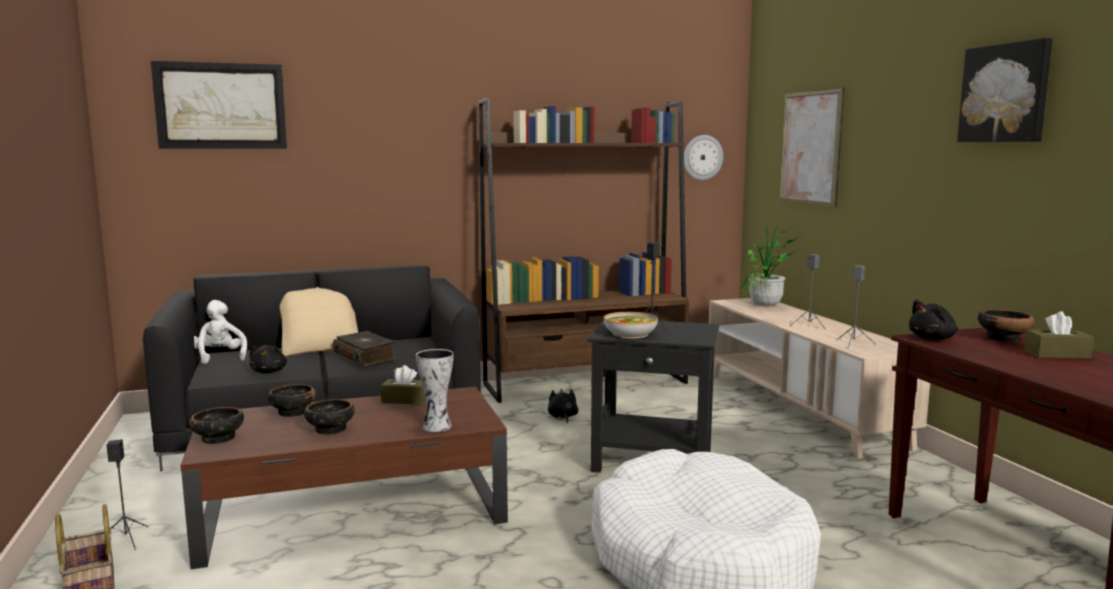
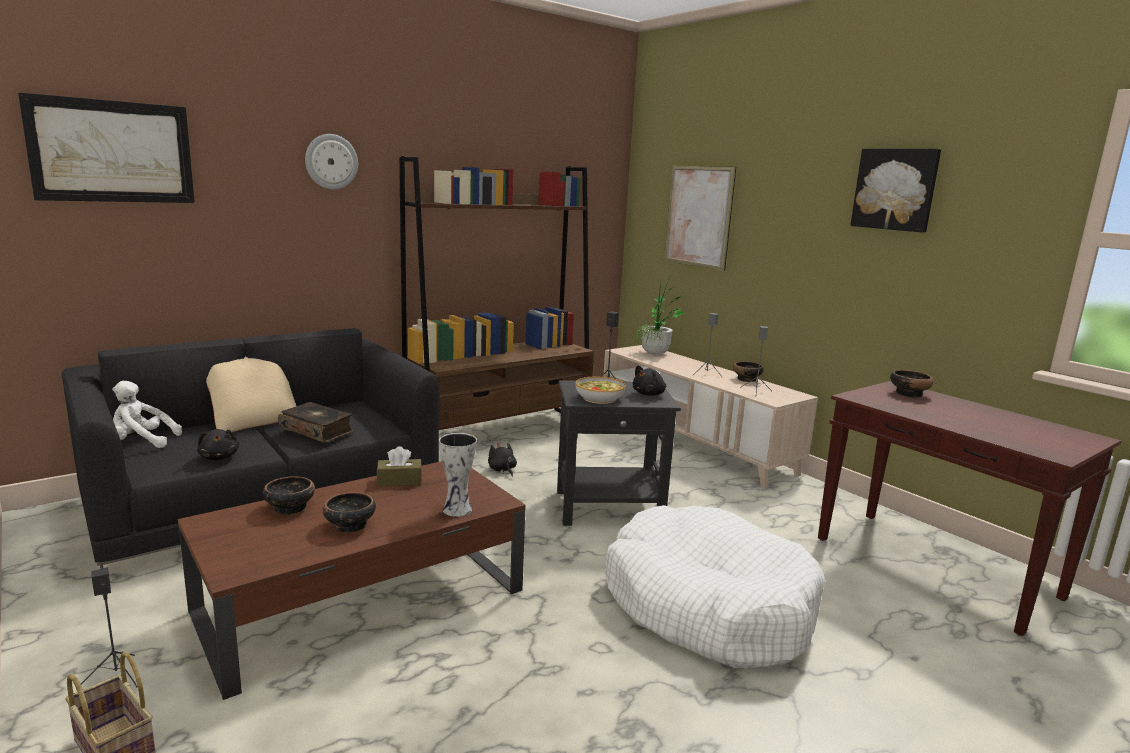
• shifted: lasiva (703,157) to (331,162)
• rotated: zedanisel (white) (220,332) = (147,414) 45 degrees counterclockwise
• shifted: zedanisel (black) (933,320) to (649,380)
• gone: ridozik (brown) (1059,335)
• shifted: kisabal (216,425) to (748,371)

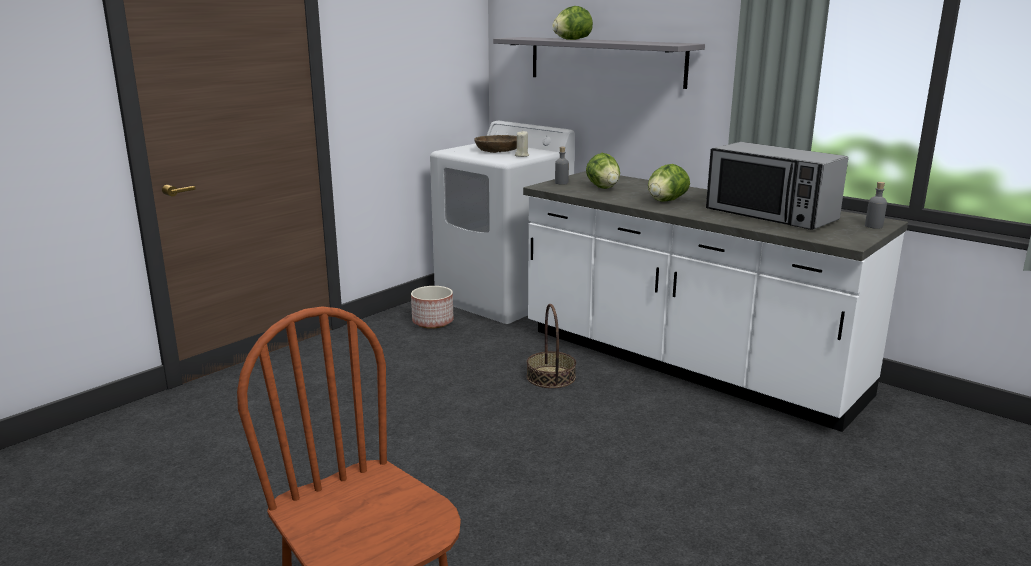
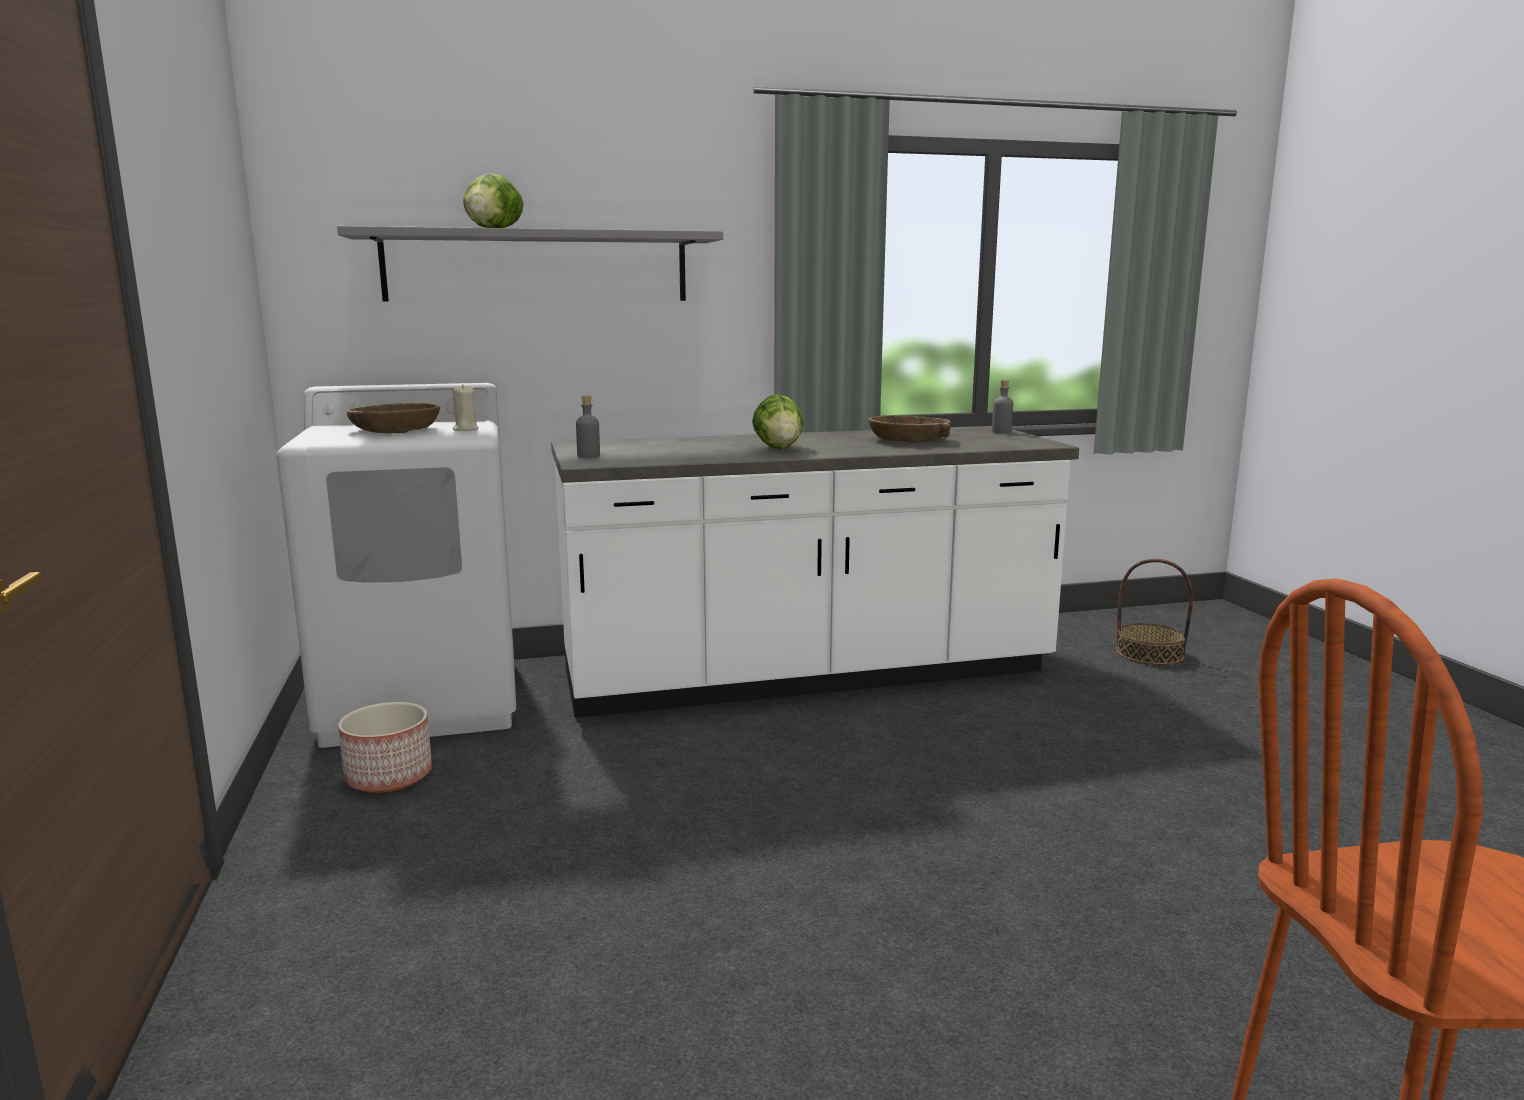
• swapped: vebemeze (777,186) to kisabal (brown) (909,428)
• gone: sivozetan (603,171)
• shifted: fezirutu (551,346) to (1154,612)

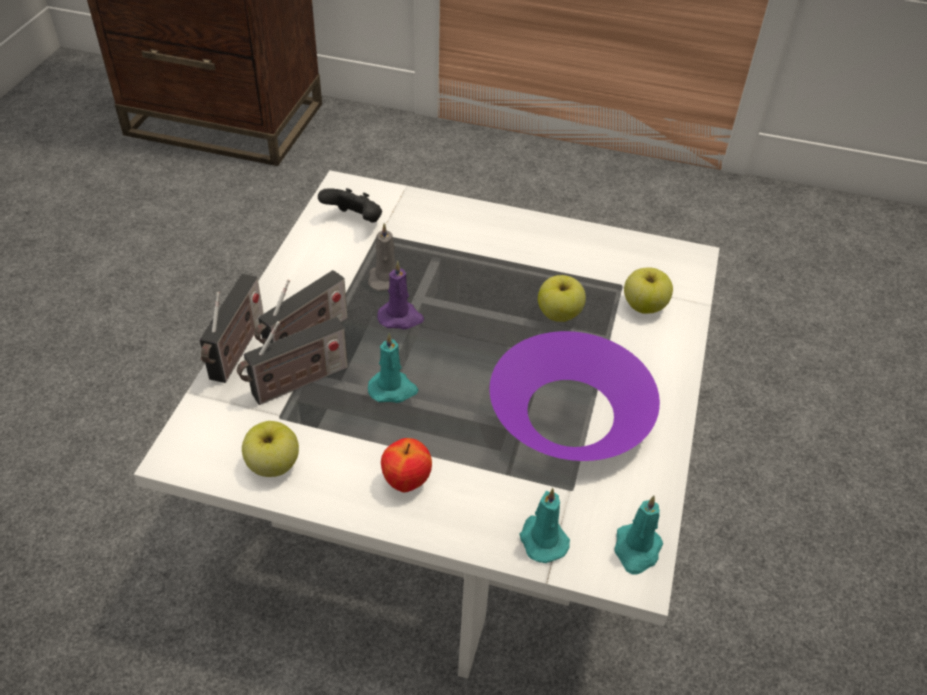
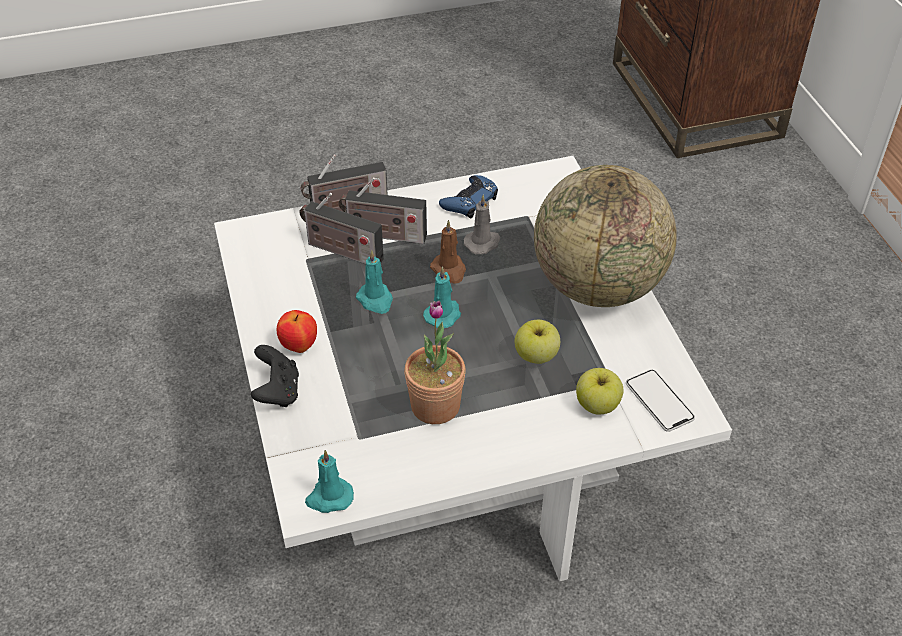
• shifted: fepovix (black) (350,205) to (275,376)
• repainted: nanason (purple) (400,295) to nanason (brown) (448,252)
• swapped: kisabal (purple) (575,396) to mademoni (435,362)
• gone: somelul (270,449)
• shifted: nanason (turquoise) (545,525) to (442,297)
• new: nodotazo (605,236)
• new: fepovix (blue) (468,197)
• new: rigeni (660,401)

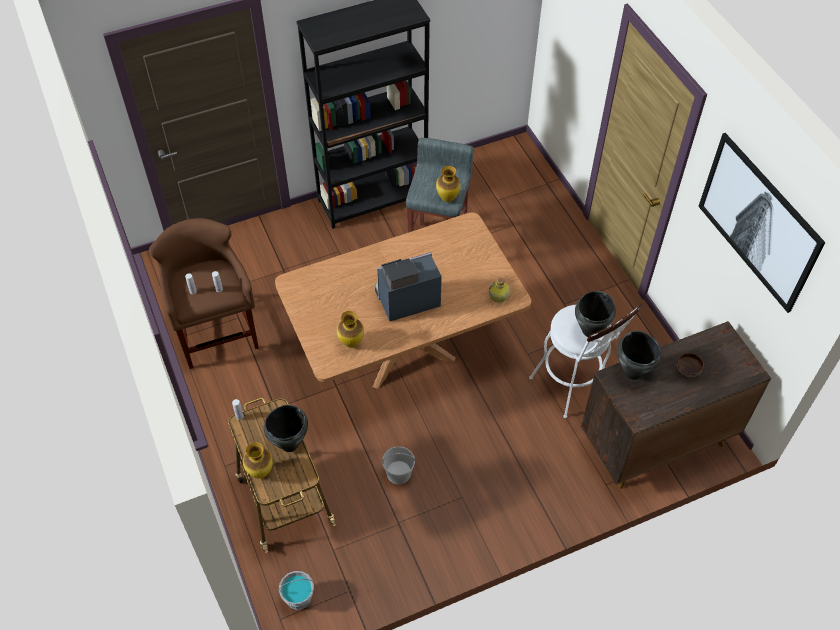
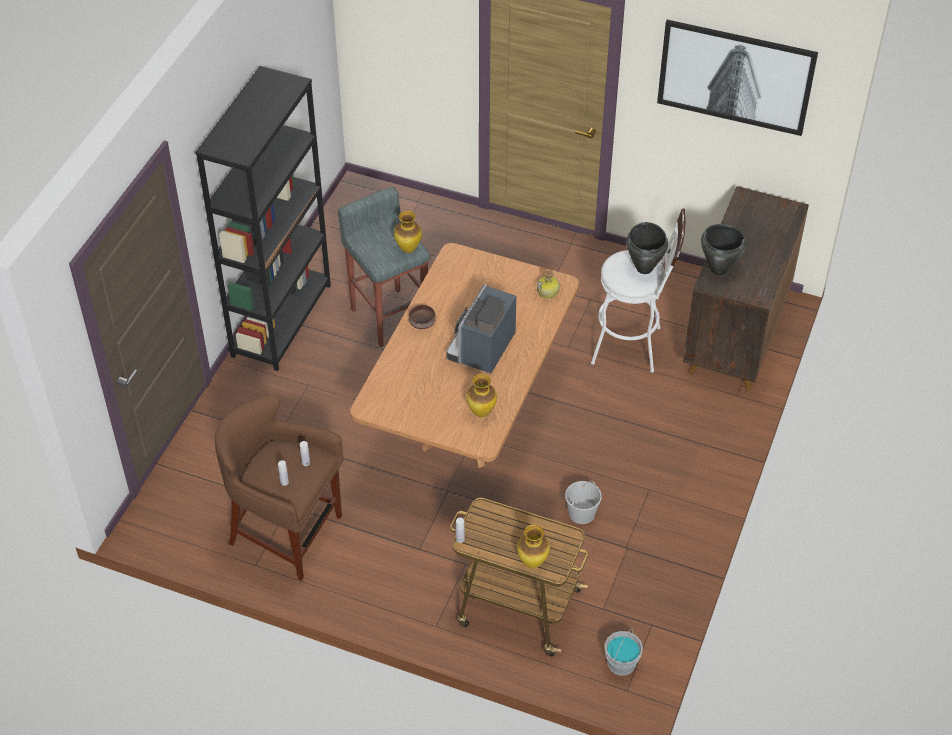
• shifted: kisabal (brown) (690,365) to (422,317)
• gone: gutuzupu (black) (286,428)

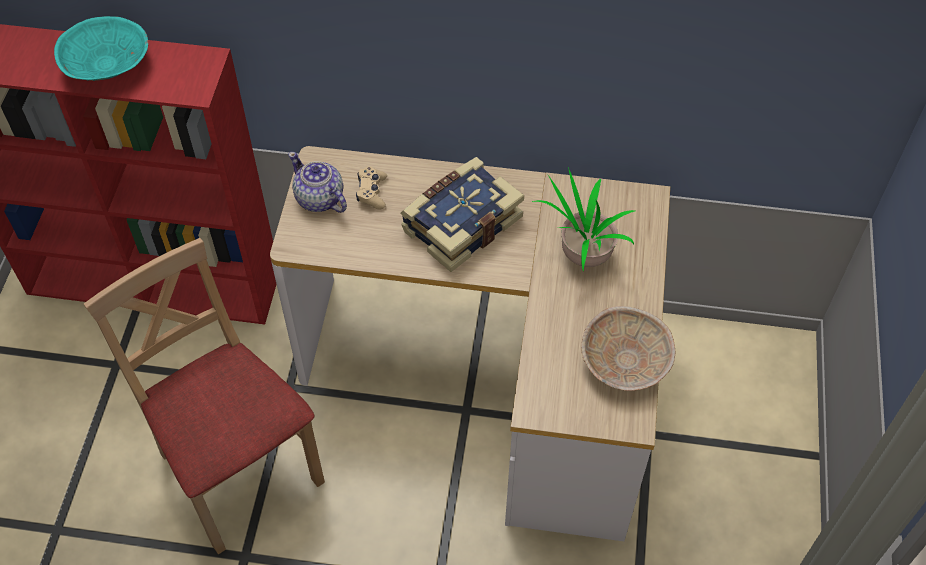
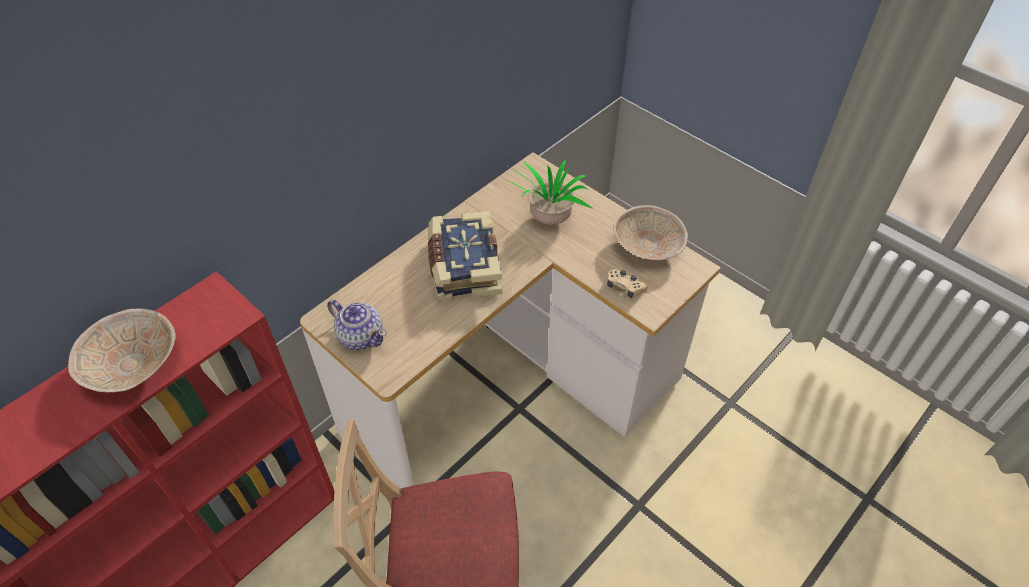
• repainted: kisabal (turquoise) (101,48) to kisabal (beige) (122,350)
• rotated: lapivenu (317,182) = (357,325) 135 degrees counterclockwise
• shifted: fepovix (beige) (371,188) to (627,283)

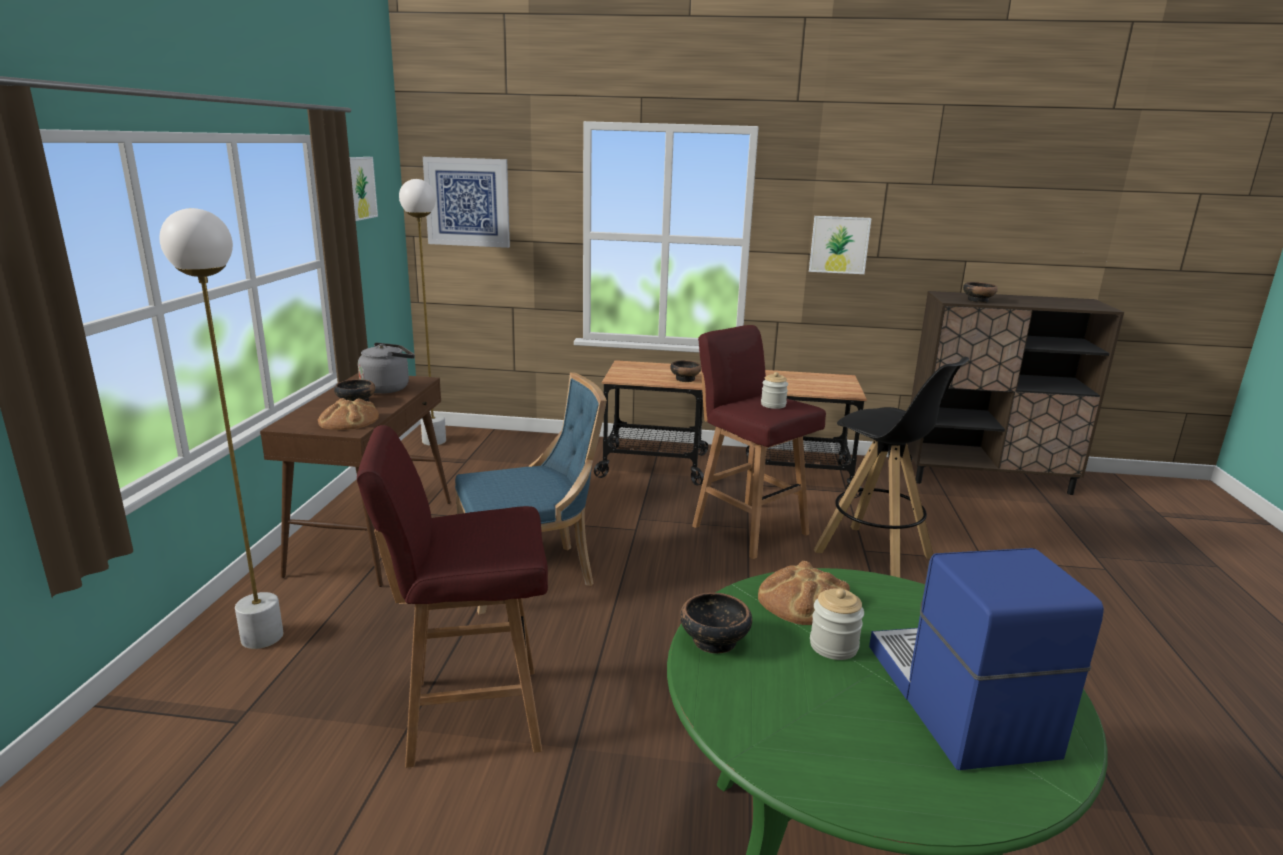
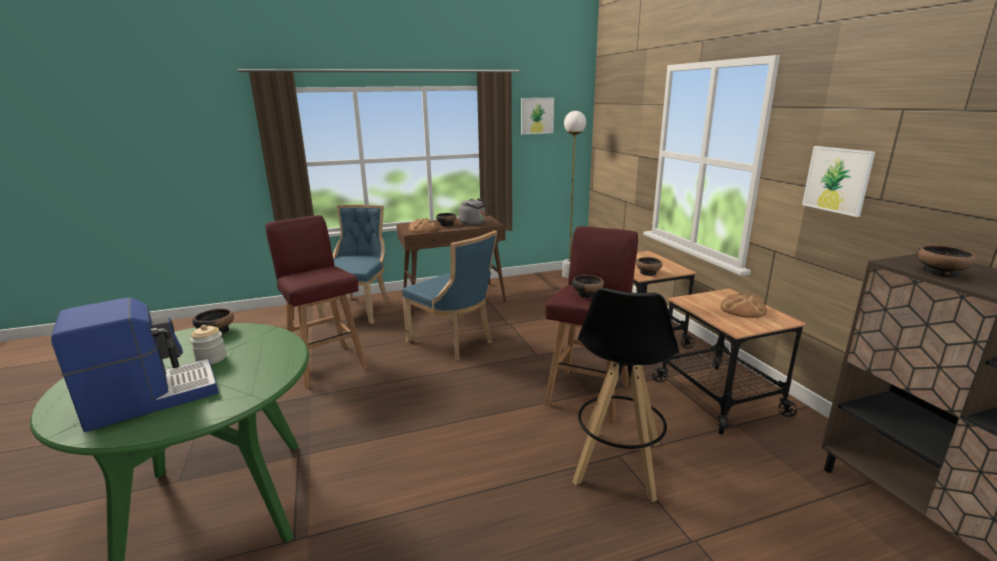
• gone: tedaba (466,202)
• swapped: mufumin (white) (221,428) to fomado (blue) (352,264)
• swapped: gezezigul (774,390) to kisabal (588,286)
• shifted: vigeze (804,593) to (743,305)

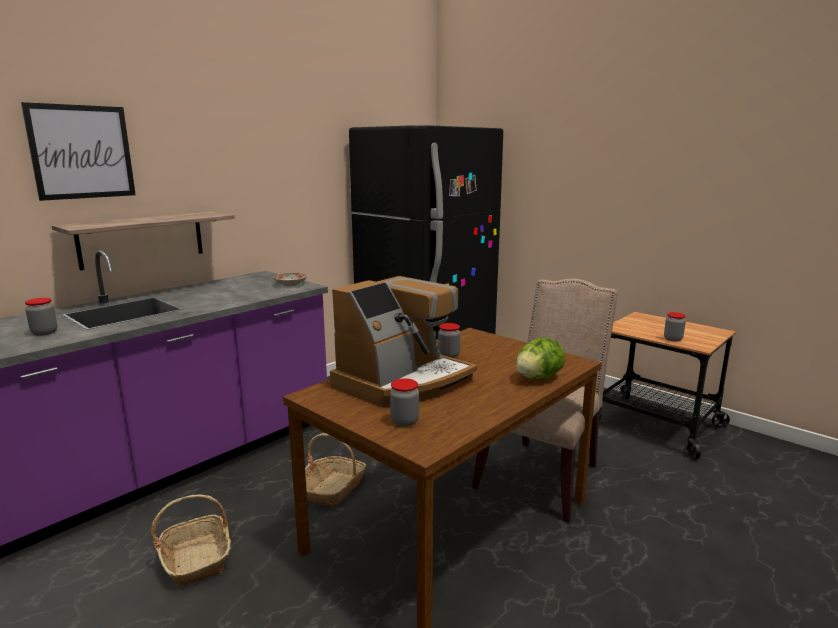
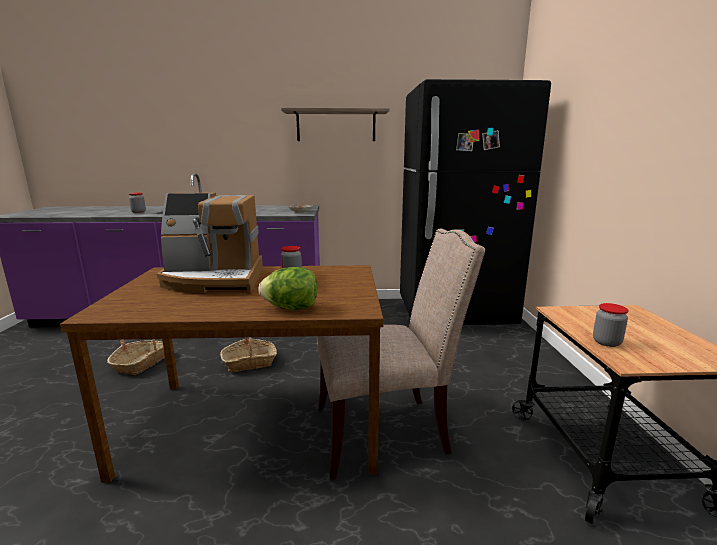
• gone: tedaba (78,151)
• shifted: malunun (143,241) to (335,124)
• gone: gezezigul (404,402)

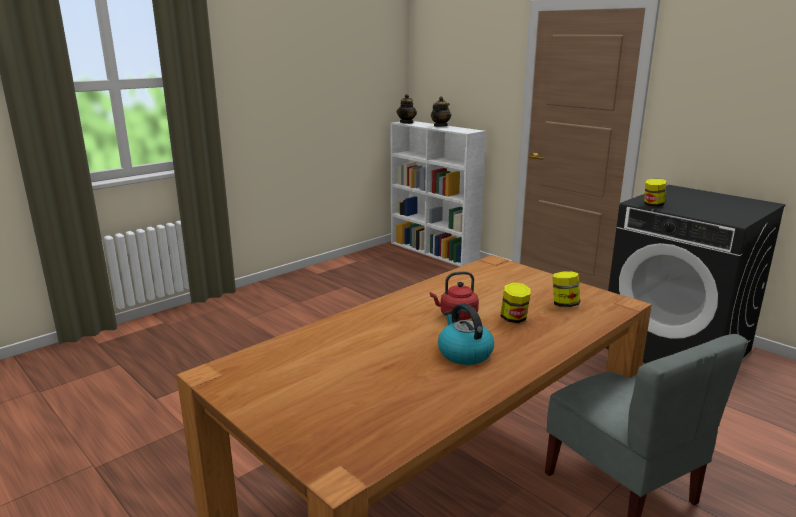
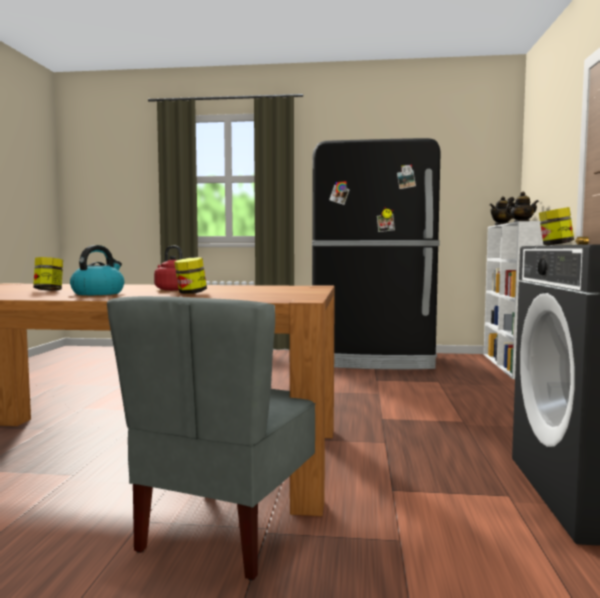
• shifted: gezezigul (566,289) to (48,274)
• new: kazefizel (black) (376,253)

